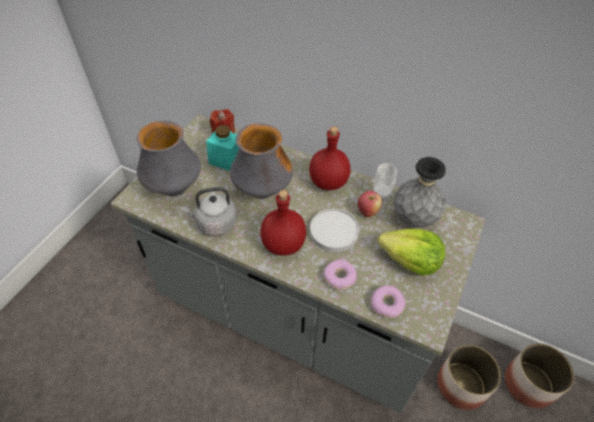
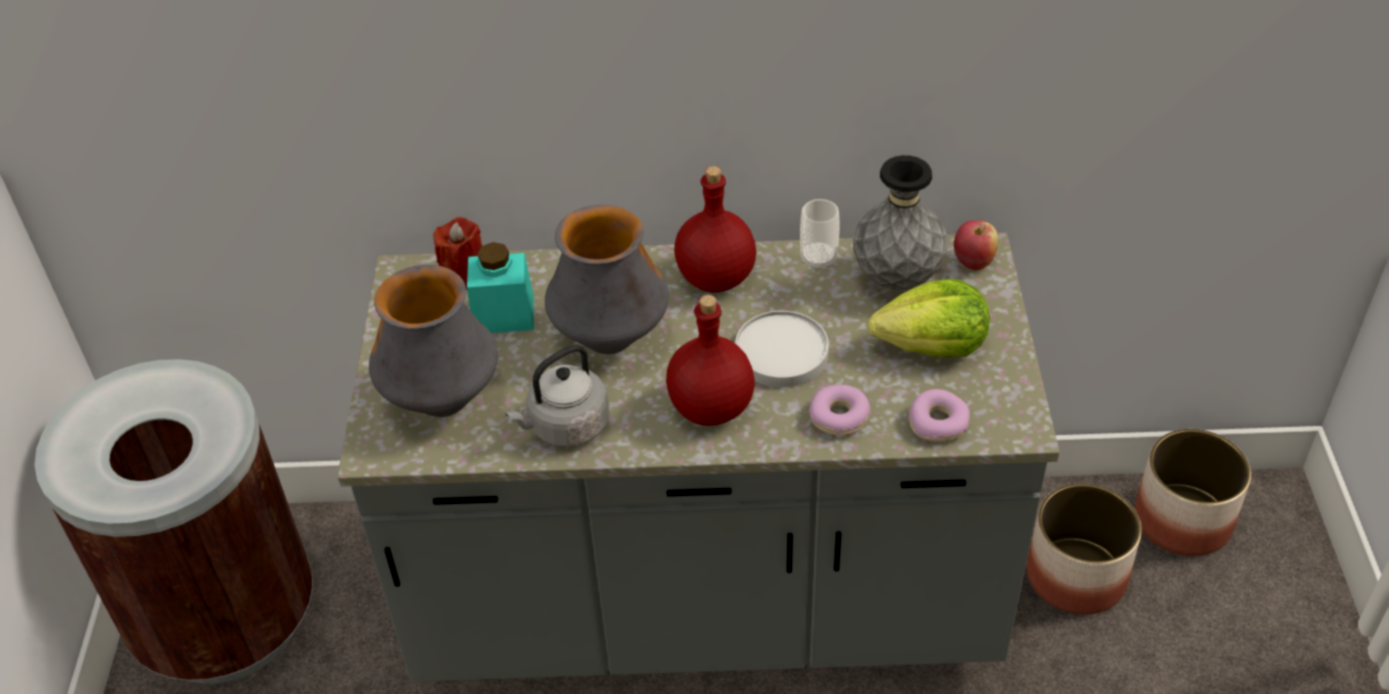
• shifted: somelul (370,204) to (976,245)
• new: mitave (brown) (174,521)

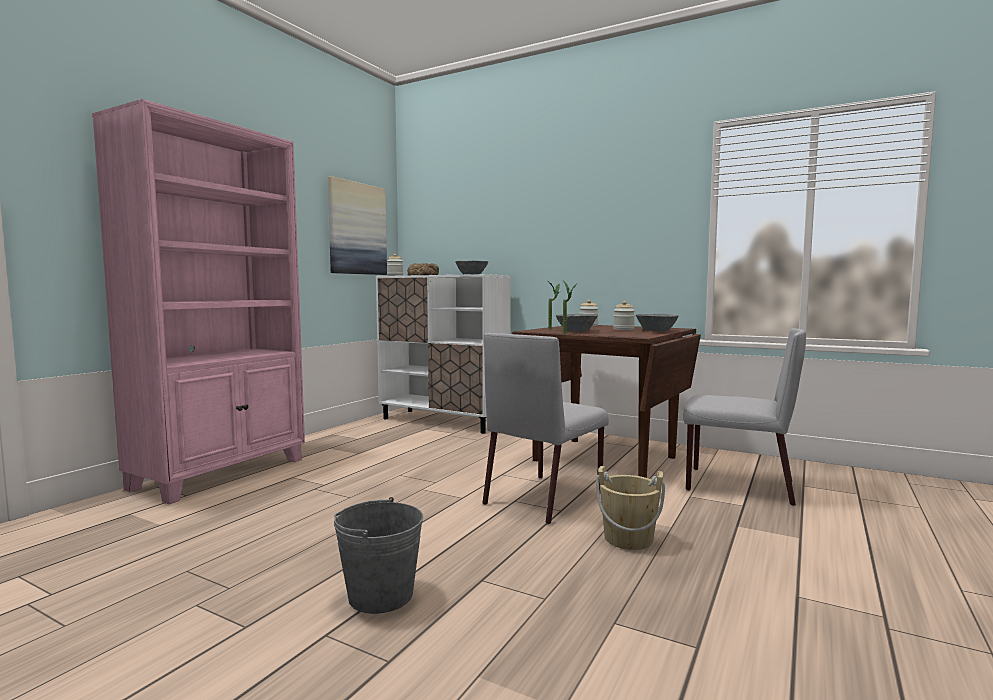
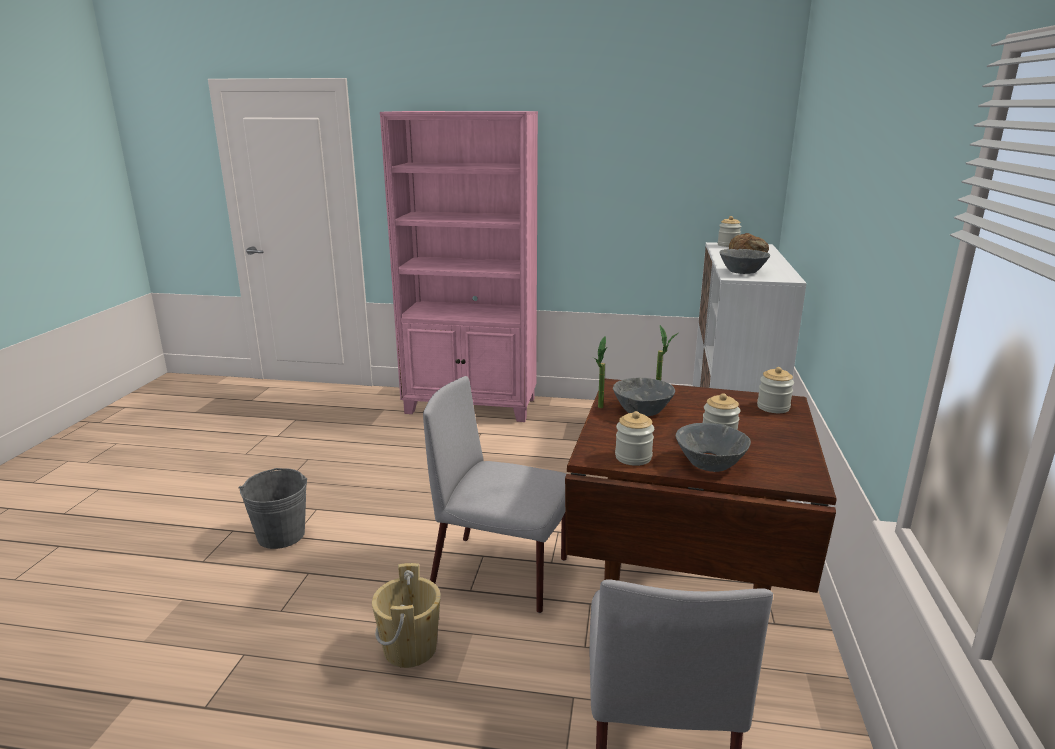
• gone: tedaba (357,225)
• new: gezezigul (634,438)

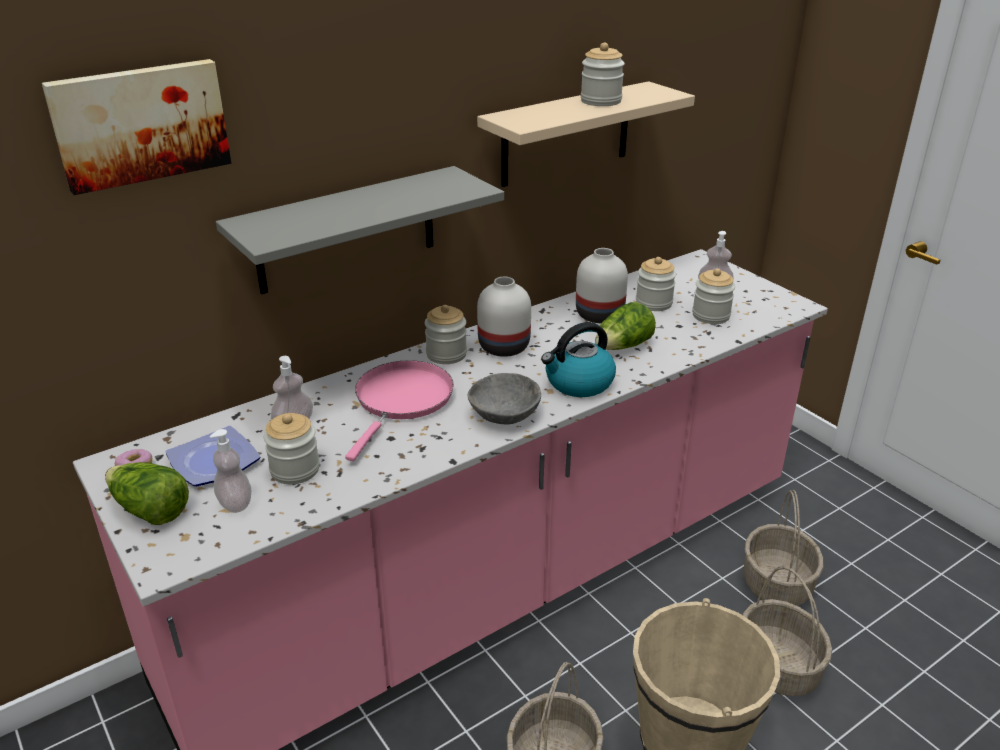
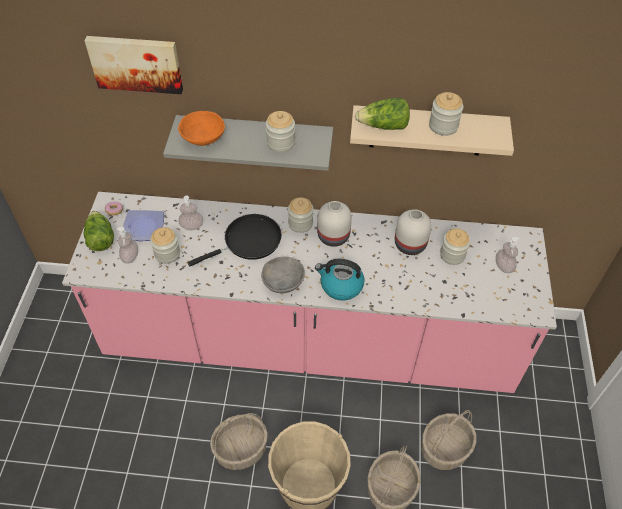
• shifted: gezezigul (713,296) to (280,131)
• shifted: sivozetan (625,326) to (382,114)
• repainted: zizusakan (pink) (399,410) to zizusakan (black) (235,240)
• new: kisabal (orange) (201,128)

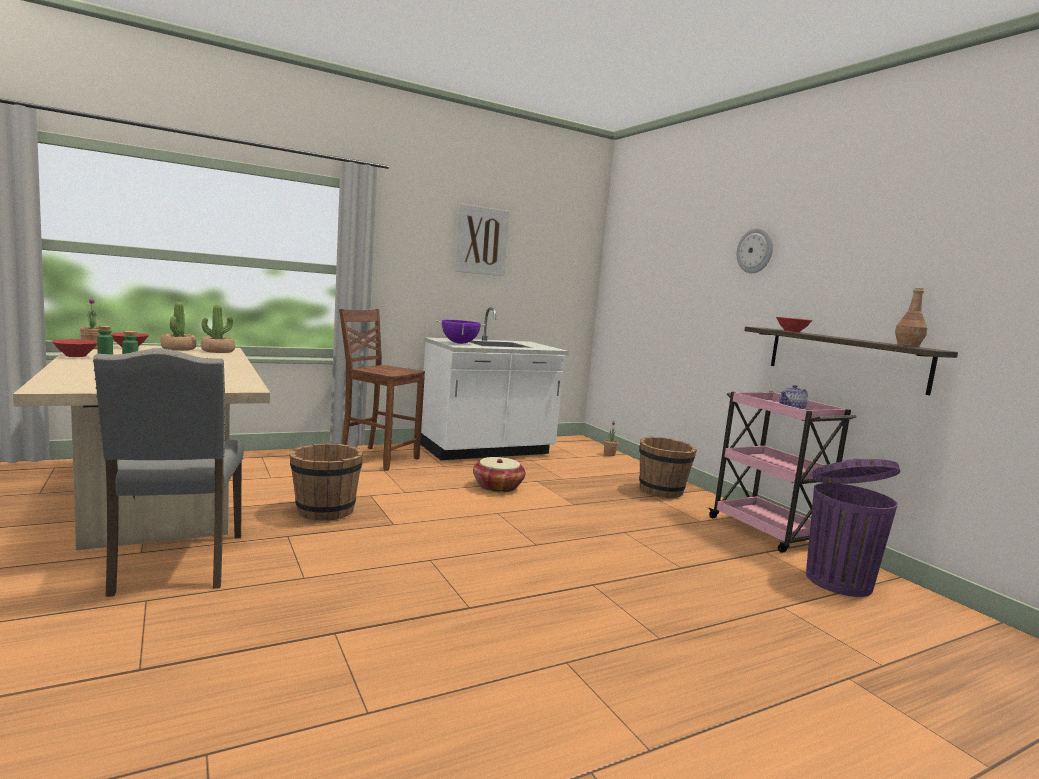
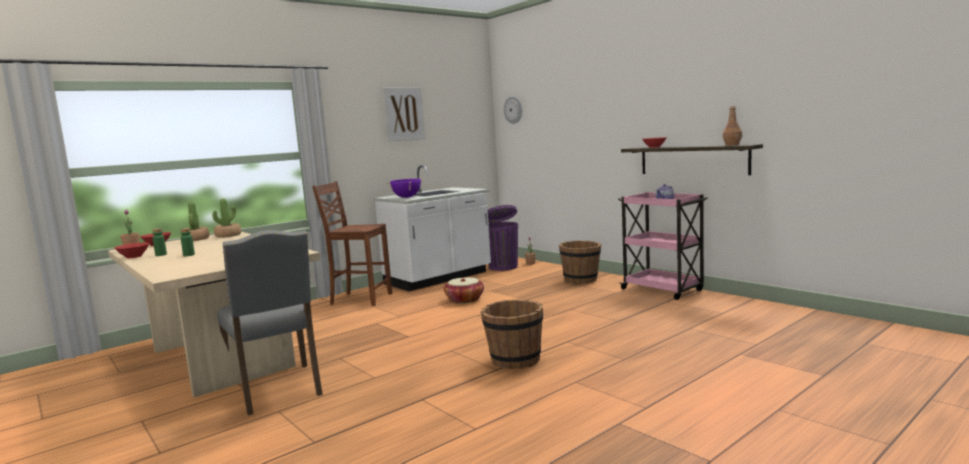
• shifted: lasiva (755,250) to (513,110)
• shifted: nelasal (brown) (326,482) to (512,334)
• shifted: mitave (purple) (853,528) to (503,238)

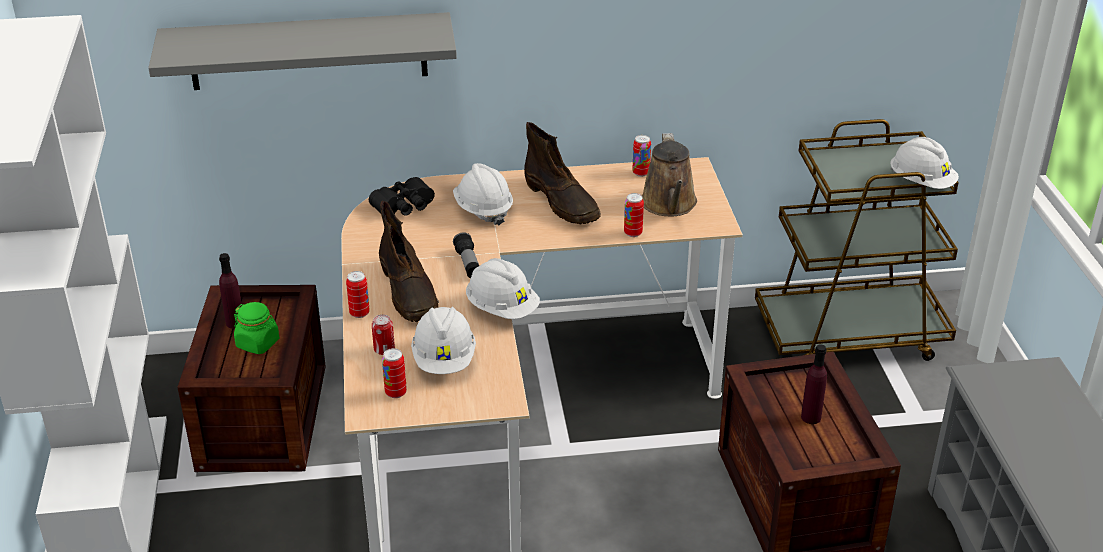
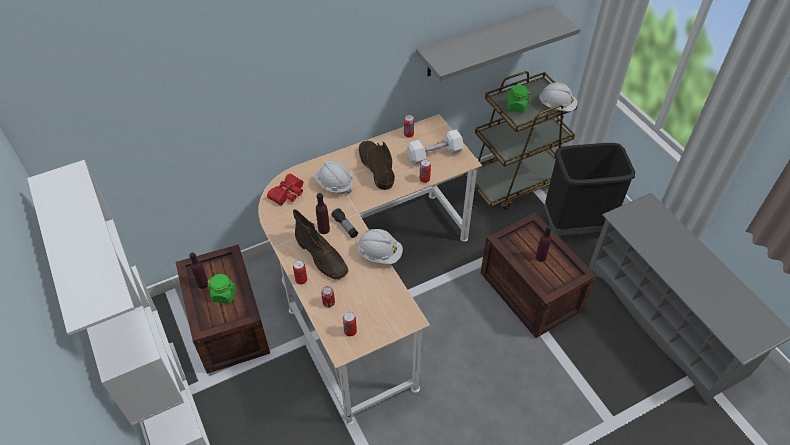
• shifted: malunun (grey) (302,51) to (498,43)
• rotated: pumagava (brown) (562,173) = (377,165) 150 degrees counterclockwise
• swapped: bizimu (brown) (669,174) to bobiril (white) (435,147)
• repainted: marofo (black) (402,196) to marofo (red) (285,189)
• gone: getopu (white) (443,340)
• new: gezezigul (green) (518,98)
• new: mitave (black) (589,189)
• new: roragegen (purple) (323,213)

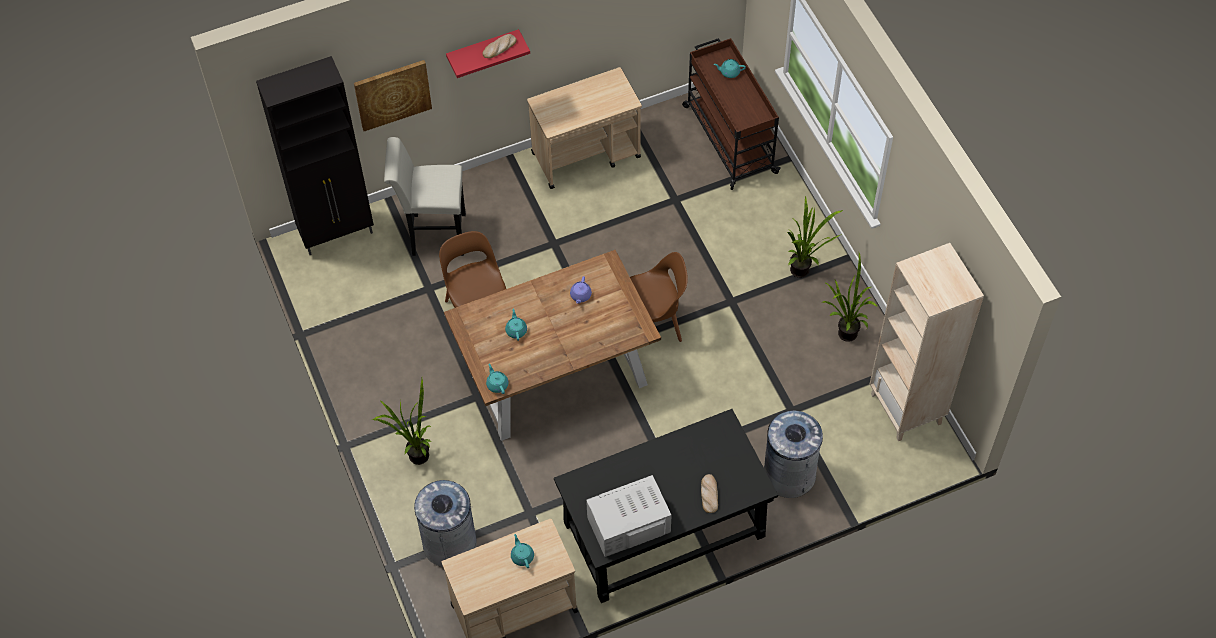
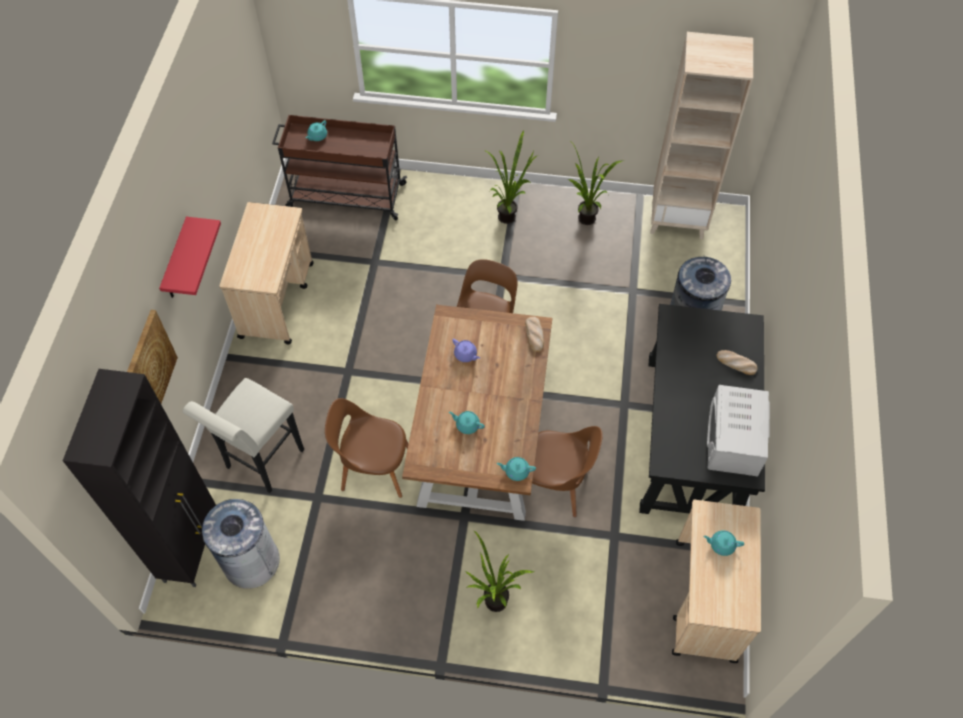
• shifted: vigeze (499,46) to (534,334)
• shifted: mitave (grey) (445,523) to (241,544)
• new: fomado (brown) (567,471)

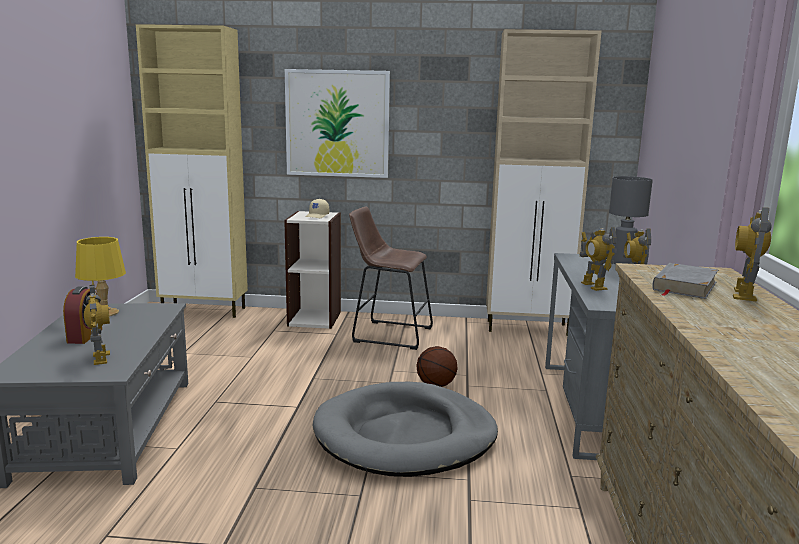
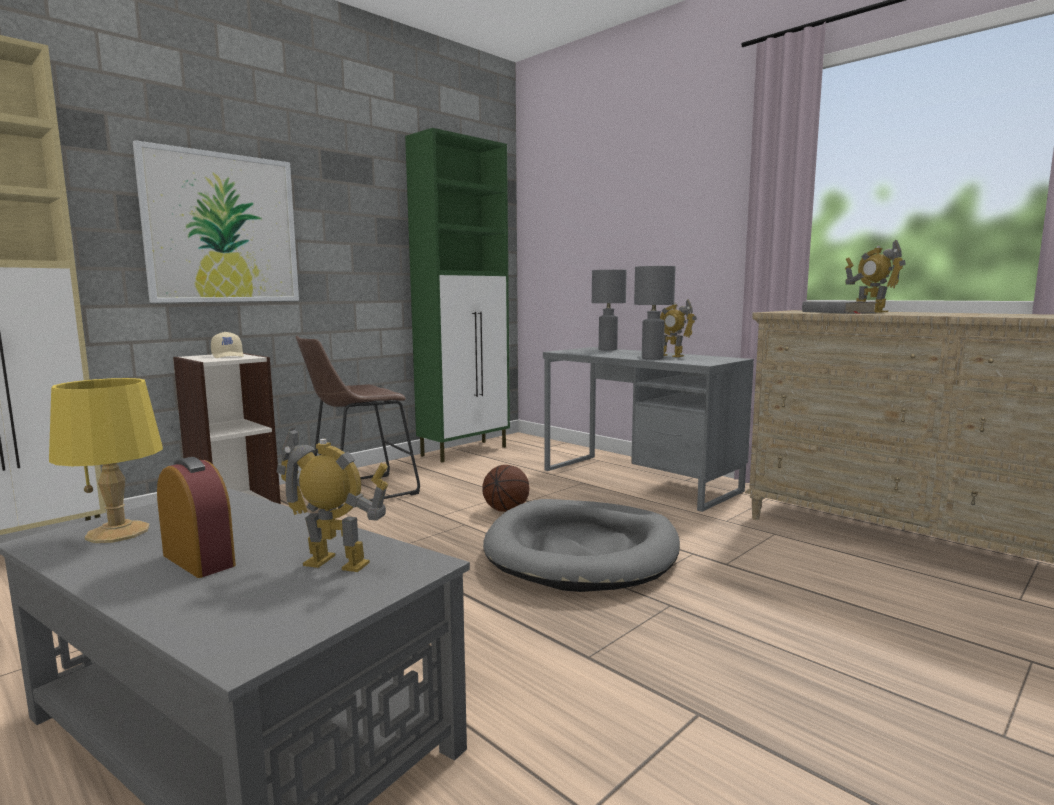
• repainted: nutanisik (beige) (543,182) to nutanisik (green) (457,295)
• swapped: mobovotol (598,259) to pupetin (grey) (655,313)

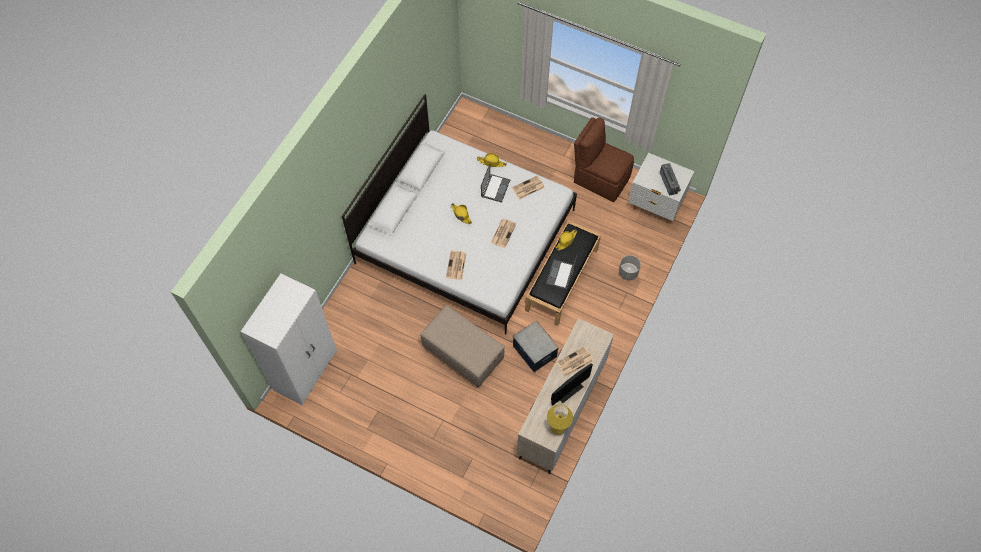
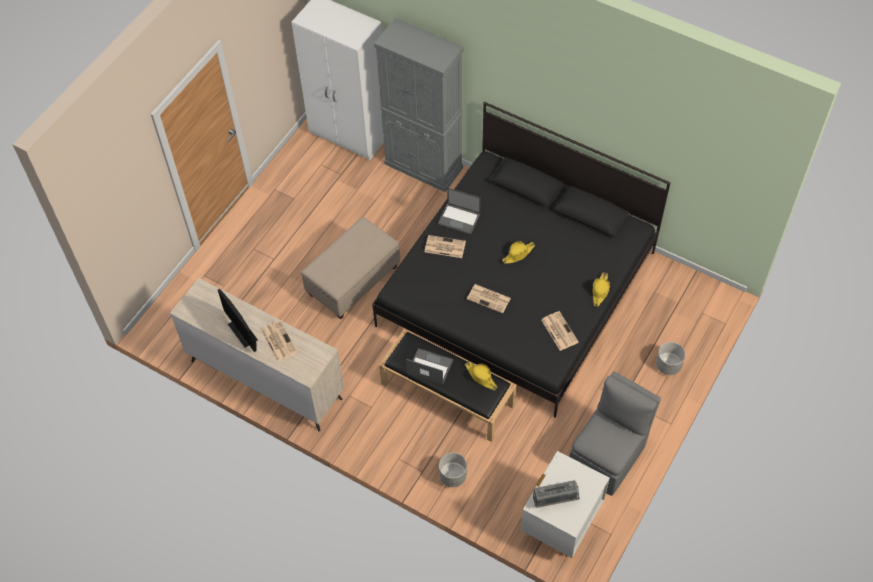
• repainted: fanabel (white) (459,214) to fanabel (black) (521,260)
• repainted: fomado (brown) (604,159) to fomado (grey) (615,434)
• shifted: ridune (495,183) to (459,211)
• gone: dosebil (536,347)
• gone: pupetin (yellow) (560,420)
• new: nutanisik (grey) (419,105)
• new: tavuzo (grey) (670,358)

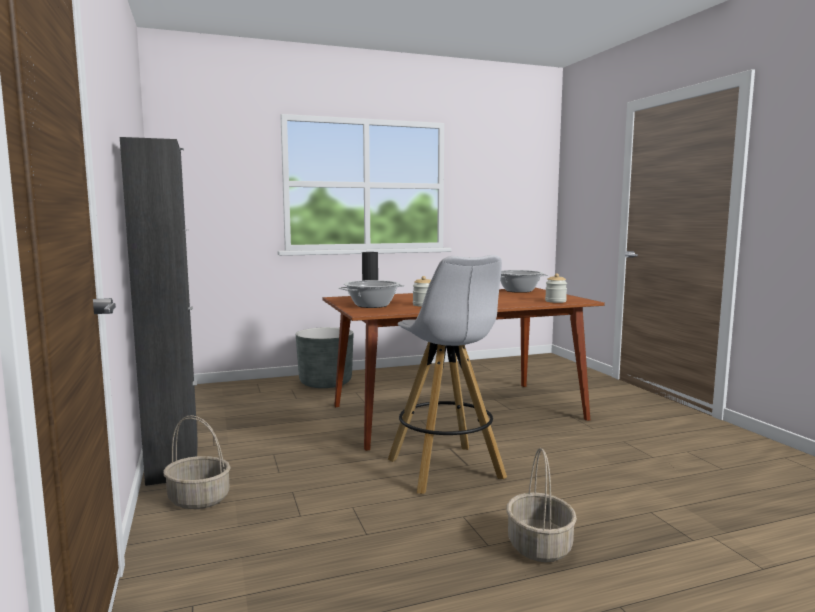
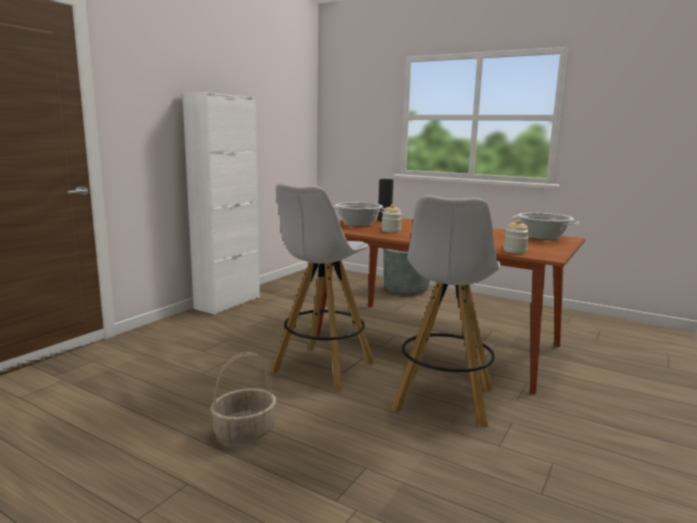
• repainted: nutanisik (black) (159,311) to nutanisik (white) (221,203)
• gone: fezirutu (197,462)
• new: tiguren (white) (446,311)

